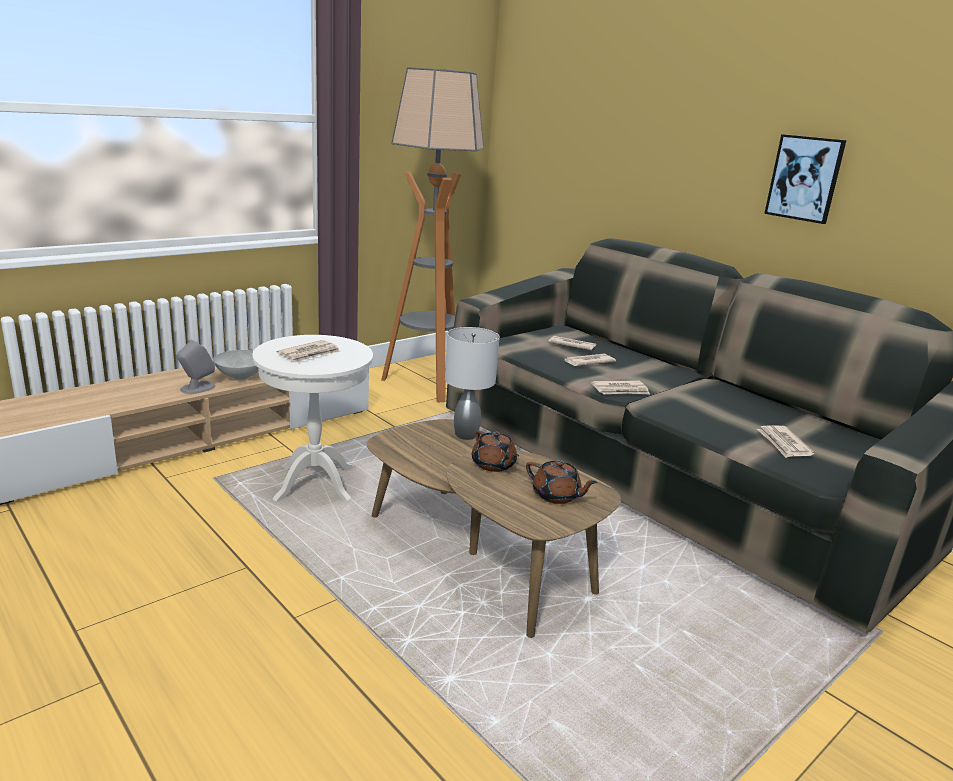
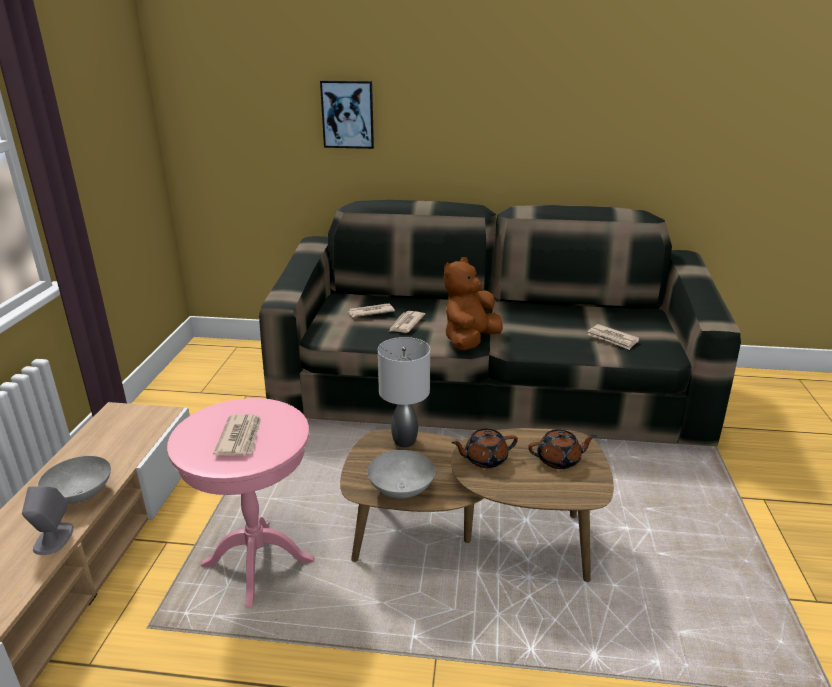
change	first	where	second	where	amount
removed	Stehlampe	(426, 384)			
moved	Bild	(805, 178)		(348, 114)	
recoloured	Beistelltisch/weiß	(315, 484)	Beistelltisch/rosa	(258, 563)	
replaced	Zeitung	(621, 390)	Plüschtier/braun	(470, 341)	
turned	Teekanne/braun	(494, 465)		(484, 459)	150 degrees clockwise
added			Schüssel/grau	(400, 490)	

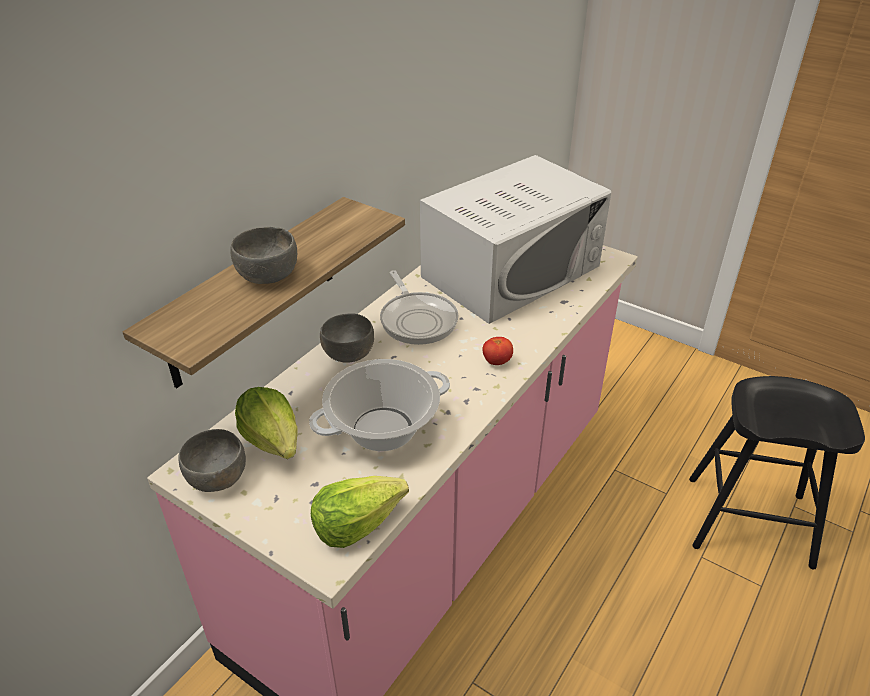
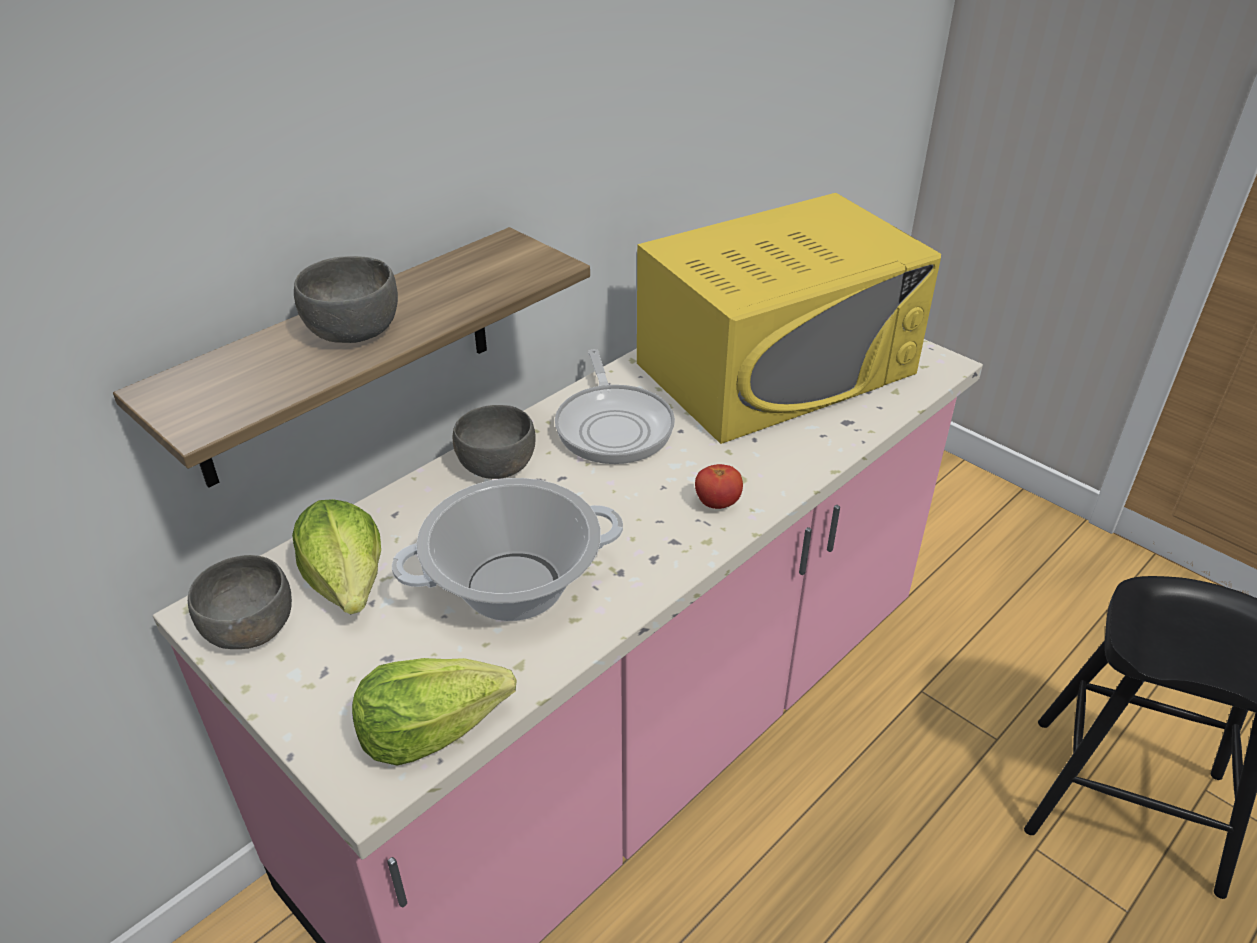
change	first	where	second	where	amount
recoloured	Mikrowelle/weiß	(511, 271)	Mikrowelle/gelb	(776, 368)	

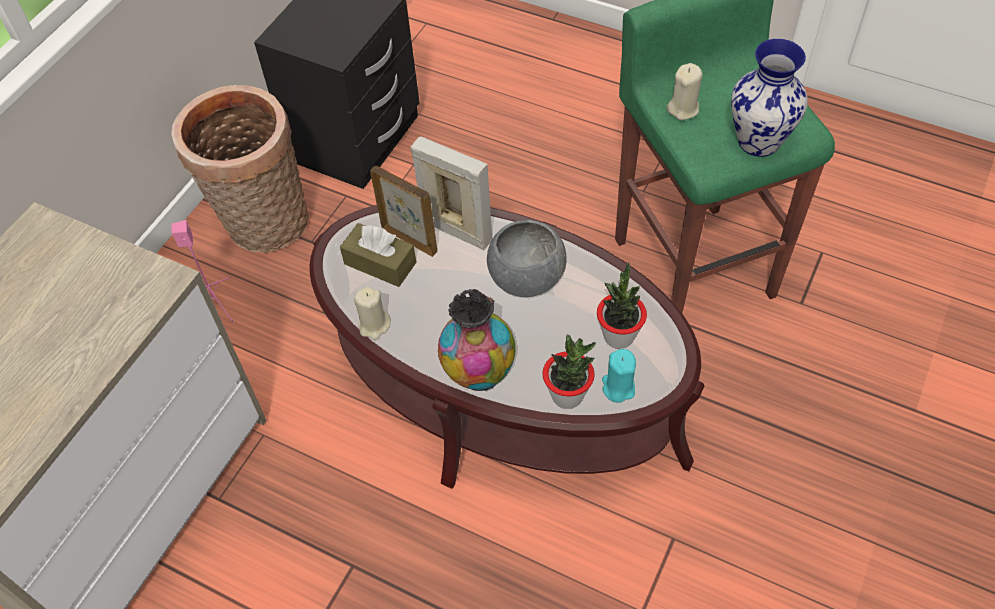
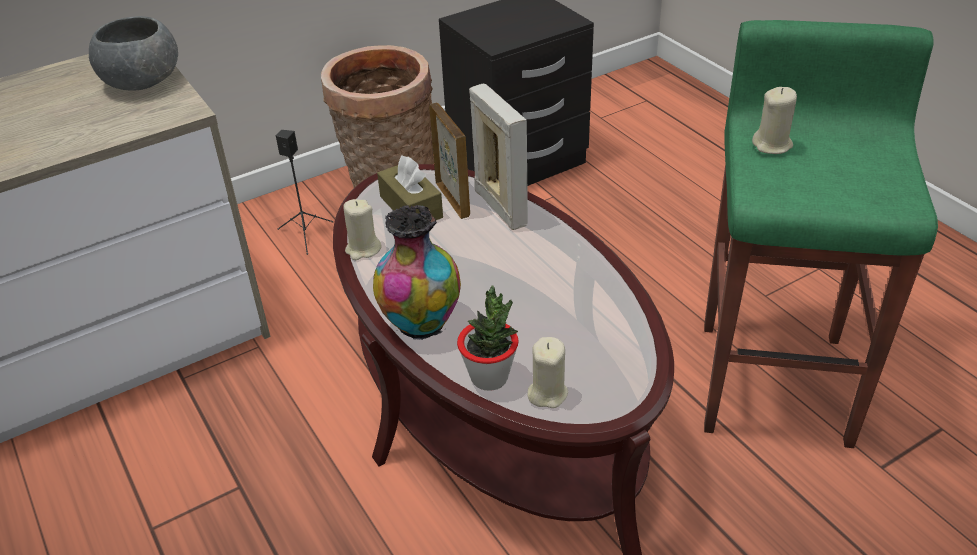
change	first	where	second	where	amount
removed	Vase	(759, 141)			
recoloured	Lautsprecher/rosa	(215, 302)	Lautsprecher/schwarz	(306, 234)	
moved	Schüssel/grau	(526, 276)		(142, 82)	
removed	Topfpflanze	(619, 336)			
recoloured	Kerze/türkis	(618, 387)	Kerze/beige	(547, 393)	

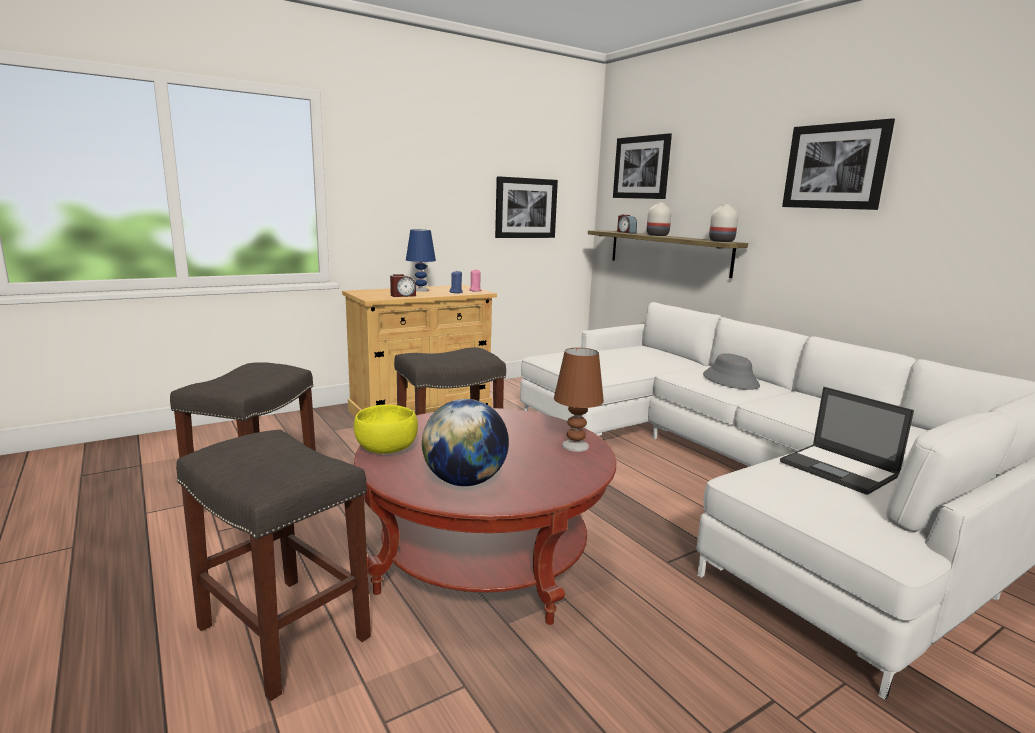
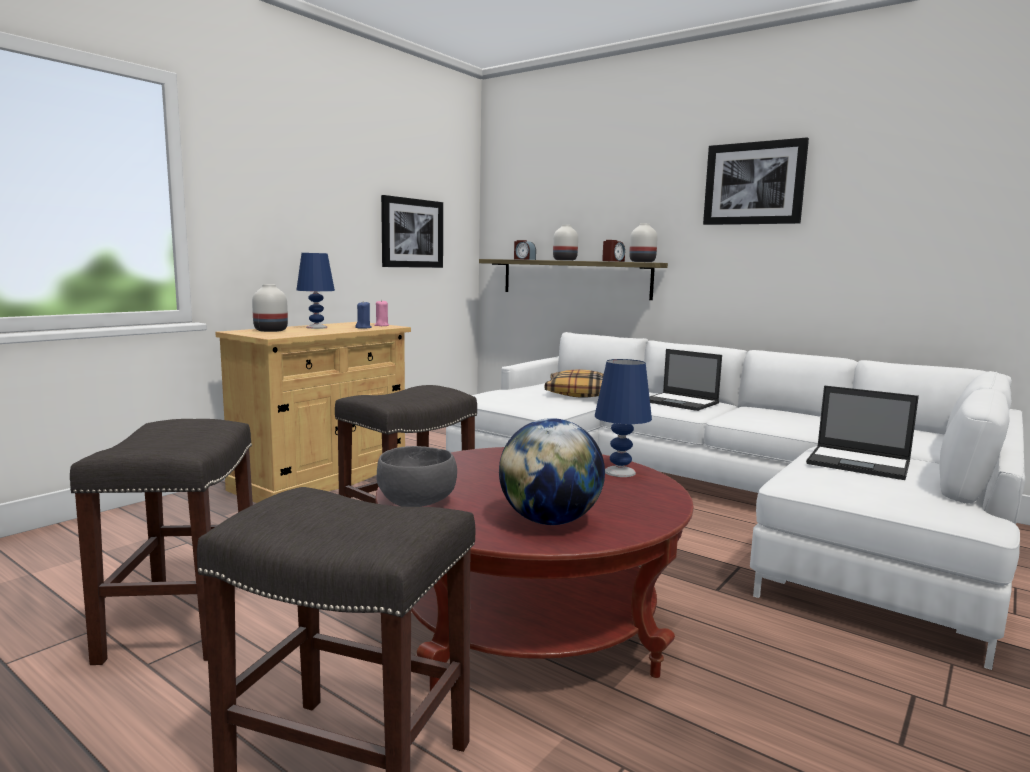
change	first	where	second	where	amount
removed	Bild	(642, 167)			
moved	Wecker	(403, 295)		(613, 261)	
recoloured	Tischlampe/braun	(575, 446)	Tischlampe/blau	(620, 472)	
replaced	Hut/grau	(730, 380)	Laptop	(681, 402)	
recoloured	Schüssel/gelb	(387, 449)	Schüssel/grau	(418, 502)	
added			Vase/weiß	(270, 330)	
added			Kissen	(580, 393)	

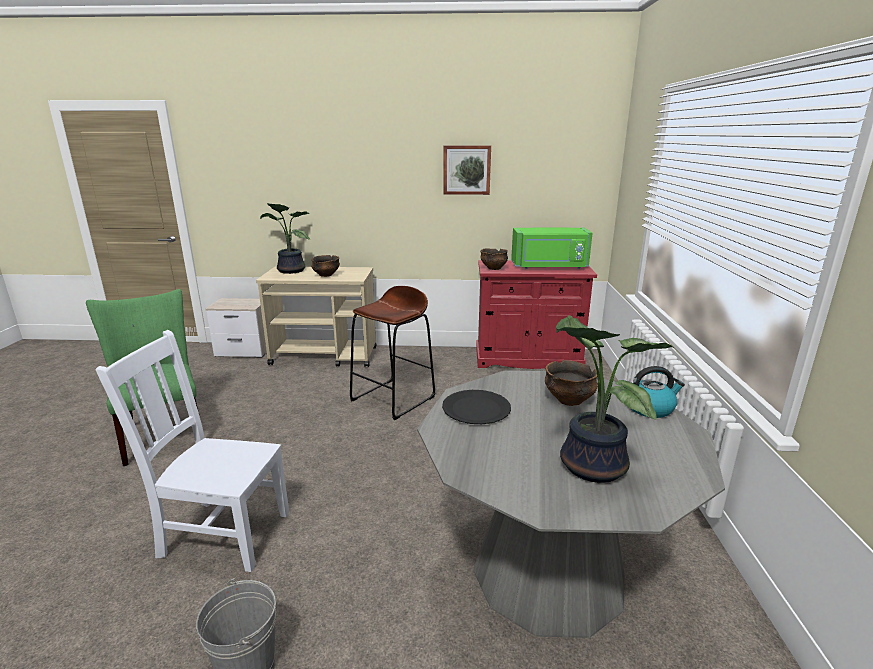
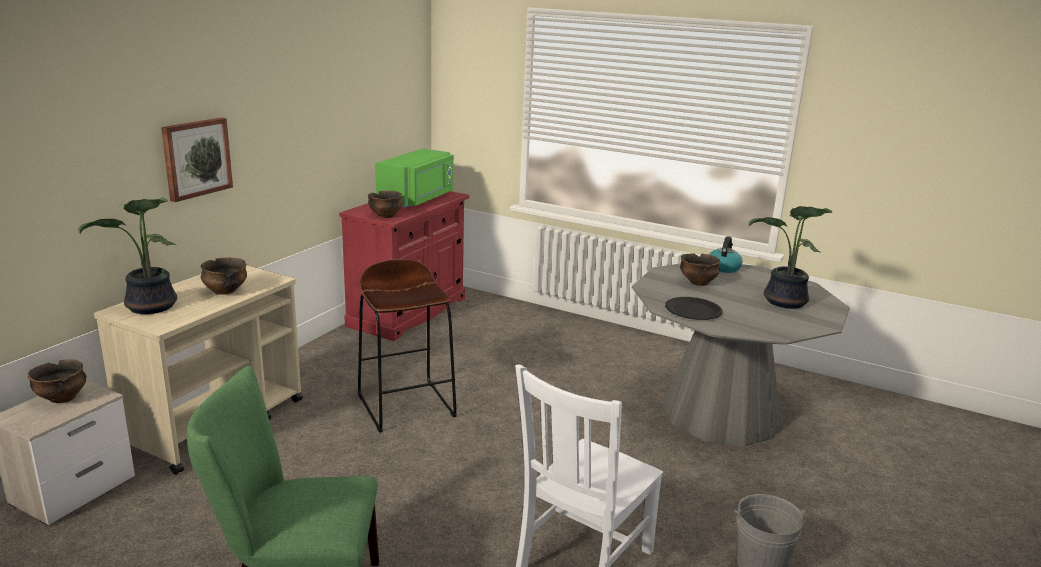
change	first	where	second	where	amount
moved	Bild	(466, 170)		(196, 158)	
added			Schüssel	(62, 398)	

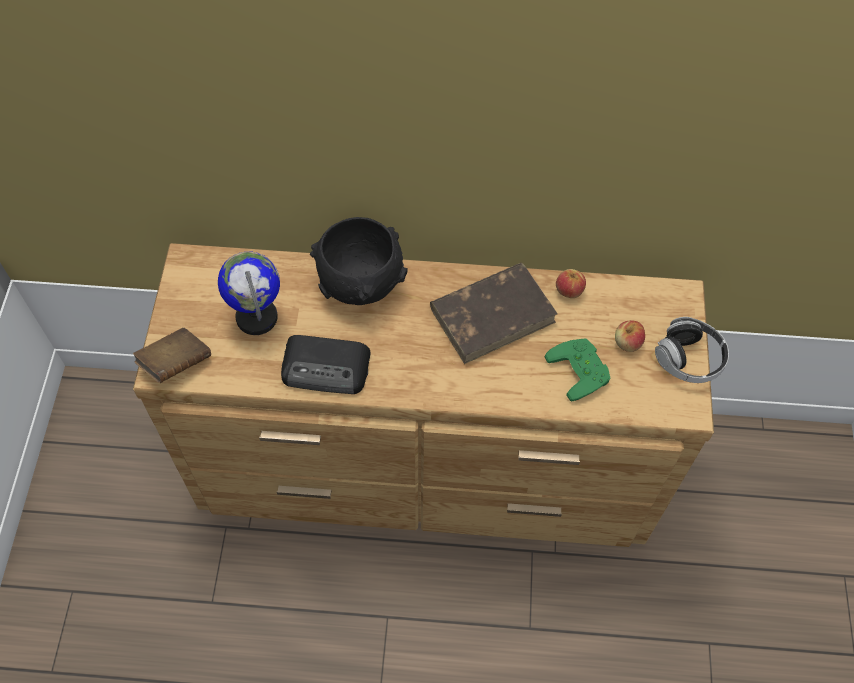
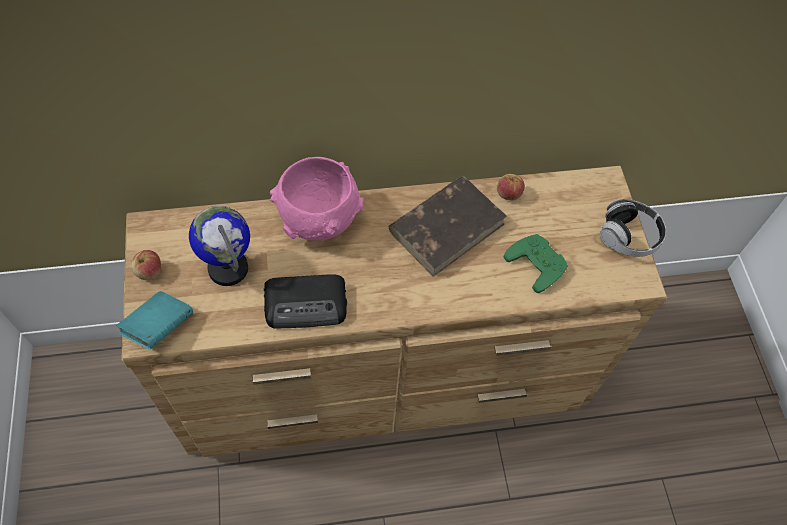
change	first	where	second	where	amount
recoloured	Schüssel/schwarz	(362, 284)	Schüssel/rosa	(320, 220)	
moved	Apfel	(627, 343)		(149, 271)	
recoloured	Buch/braun	(175, 363)	Buch/türkis	(159, 327)	

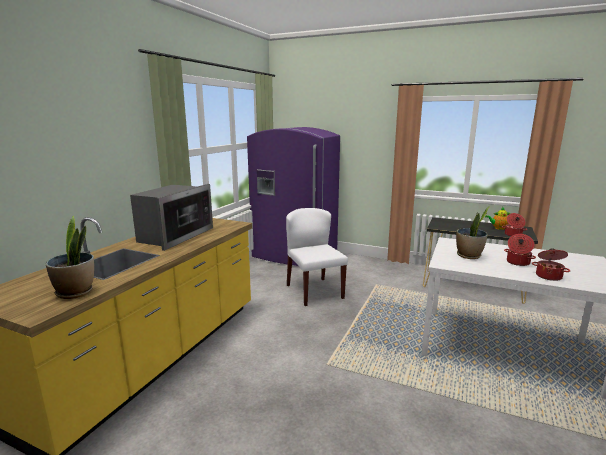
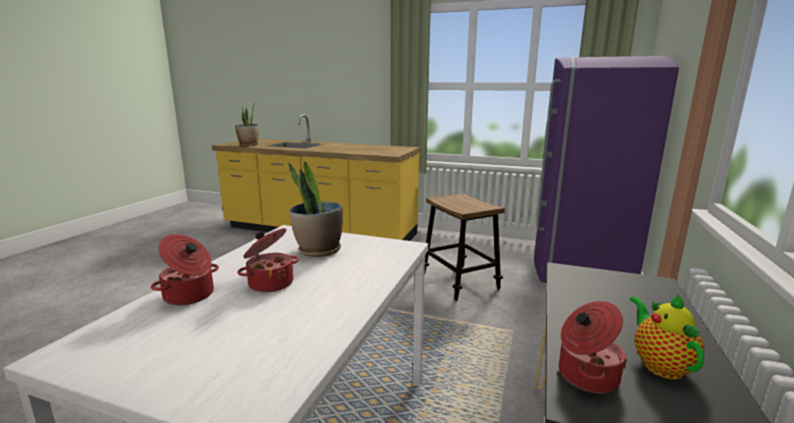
change	first	where	second	where	amount
removed	Mikrowelle	(174, 236)			
replaced	Stuhl/weiß	(314, 291)	Hocker	(459, 282)	

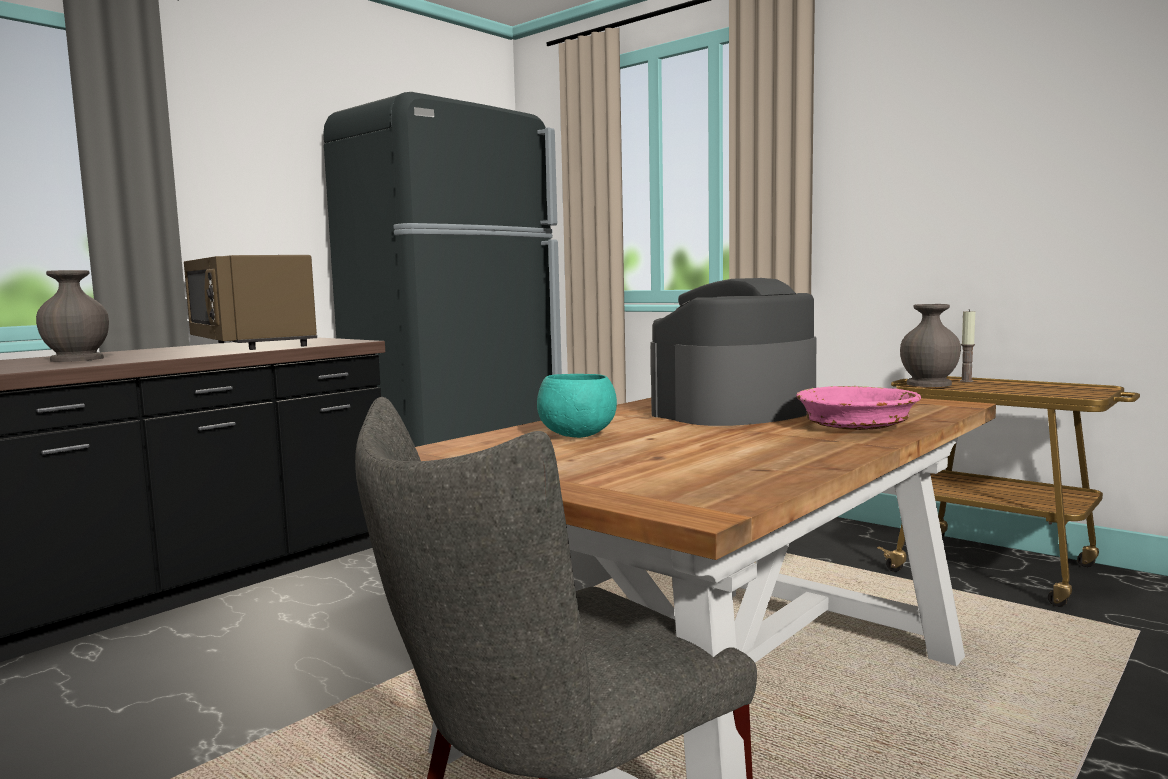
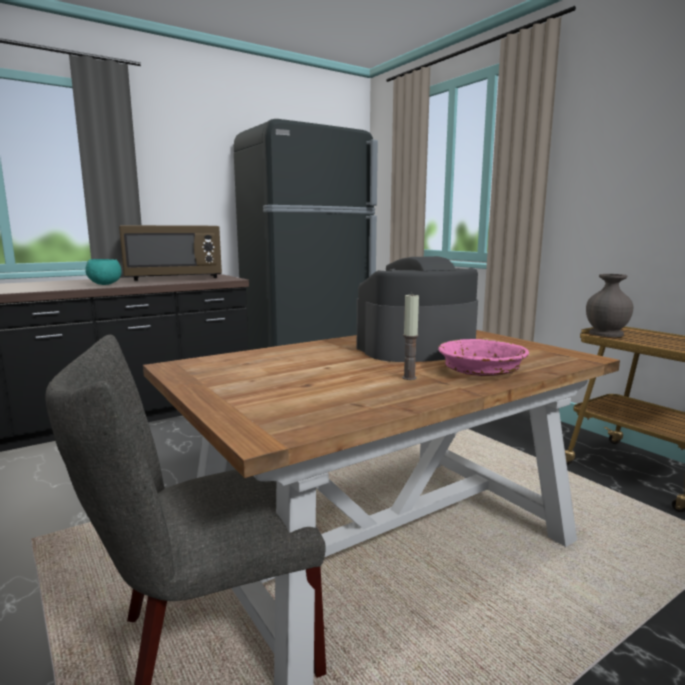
change	first	where	second	where	amount
turned	Mikrowelle/braun	(253, 344)		(174, 278)	90 degrees counterclockwise
removed	Vase/grau	(79, 359)			
moved	Kerze	(966, 381)		(409, 378)	
moved	Schüssel/türkis	(577, 436)		(104, 284)	

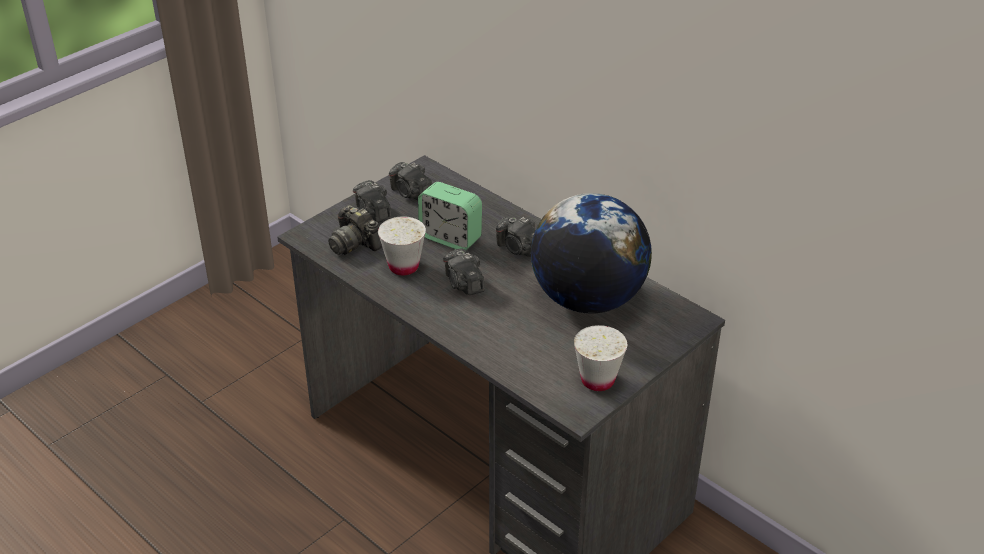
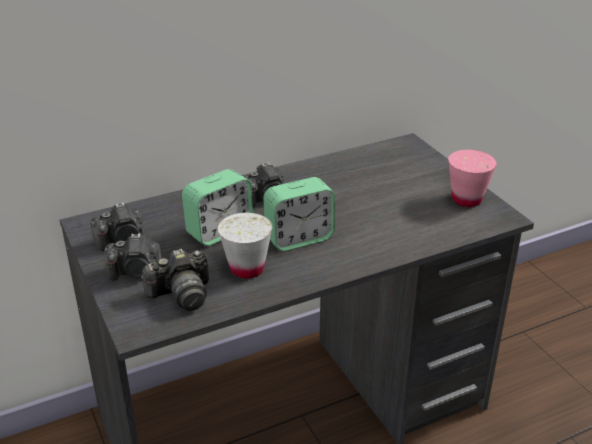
change	first	where	second	where	amount
removed	Globus	(587, 299)			
replaced	Kamera	(464, 284)	Wecker	(299, 238)	
recoloured	Tasse/weiß	(597, 380)	Tasse/rosa	(466, 199)	

